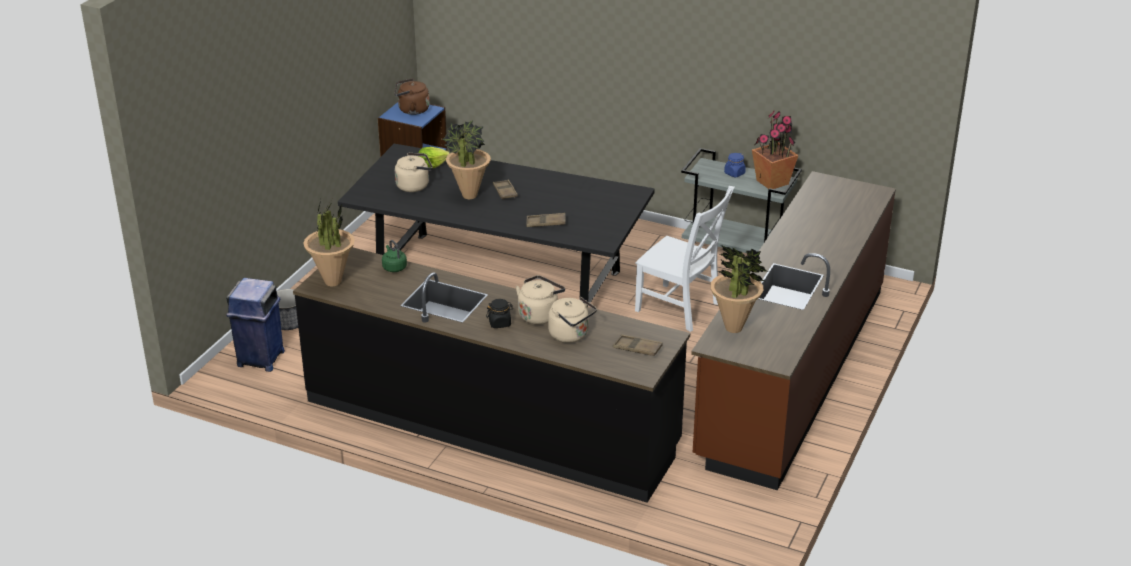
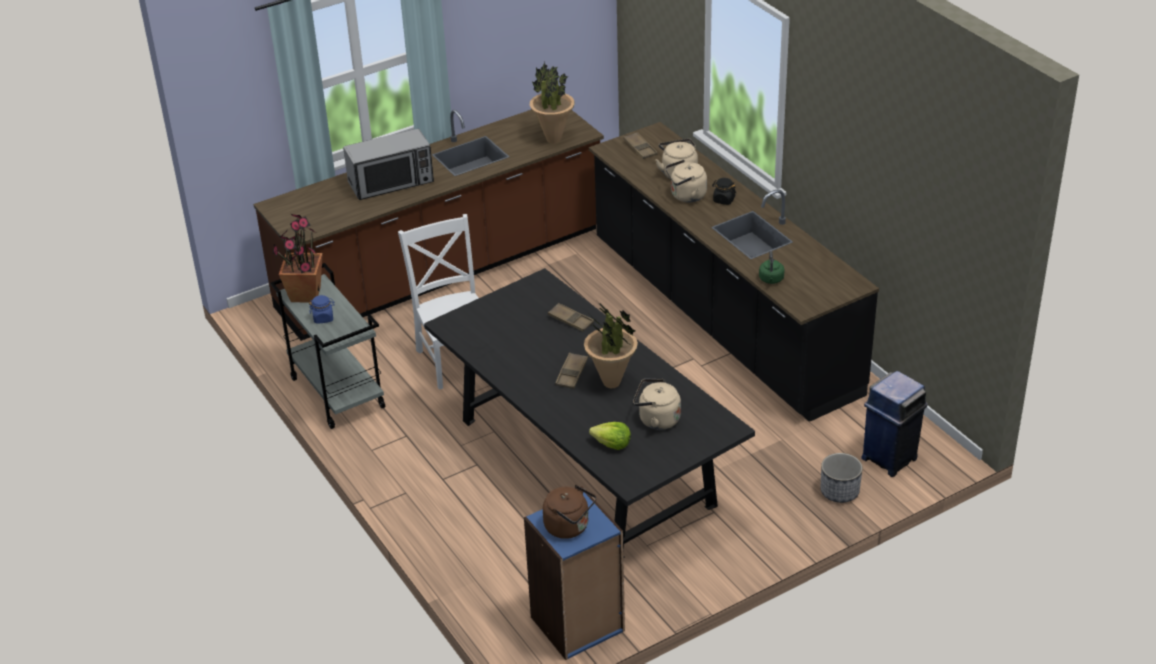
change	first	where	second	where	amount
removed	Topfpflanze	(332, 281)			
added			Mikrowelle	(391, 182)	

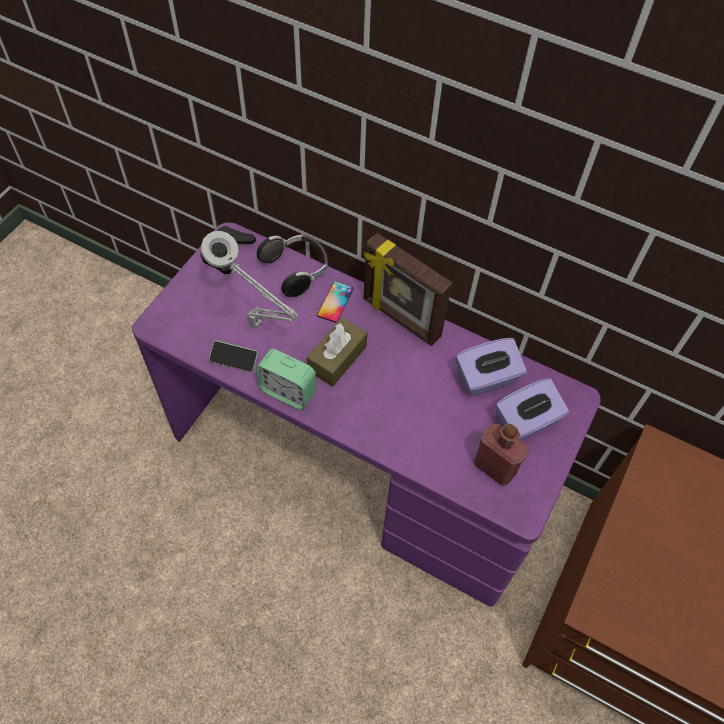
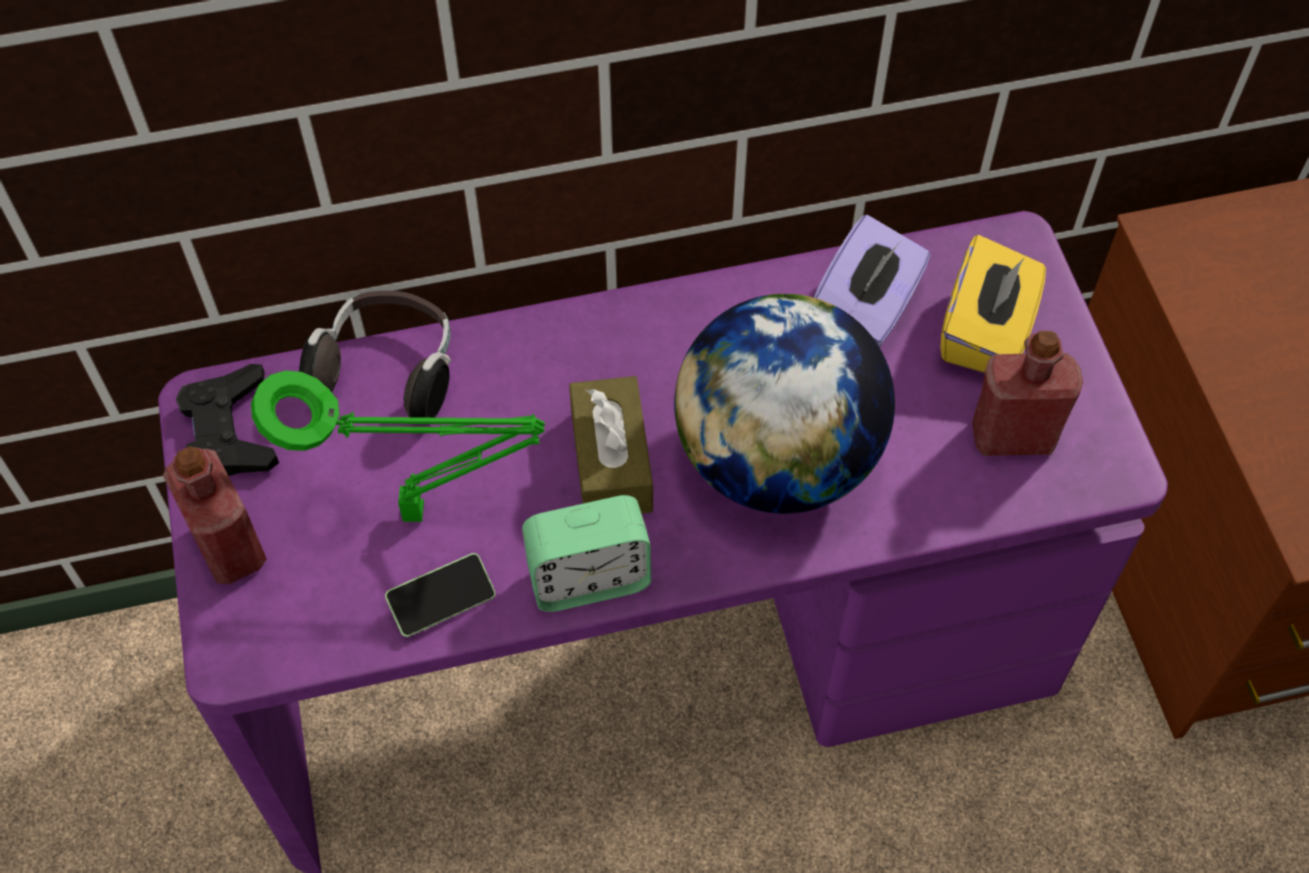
change	first	where	second	where	amount
recoloured	Tischlampe/grau	(258, 326)	Tischlampe/grün	(423, 513)	
removed	Bilderrahmen	(400, 319)			
removed	Handy	(335, 302)			
recoloured	Taschentuchbox/lila	(527, 421)	Taschentuchbox/gelb	(985, 332)	
added			Globus	(777, 459)	
added			Flasche/rot	(229, 547)	

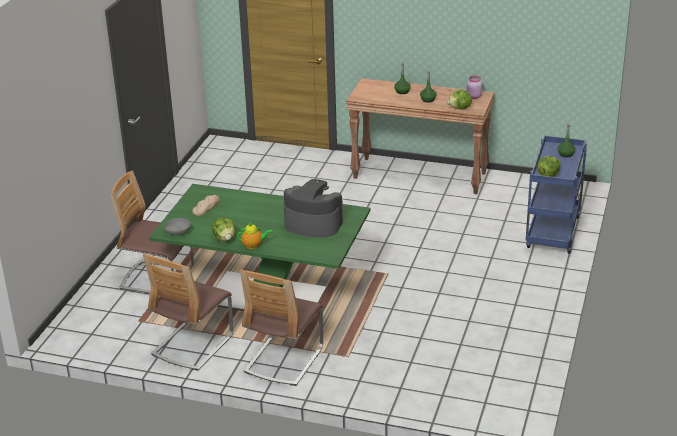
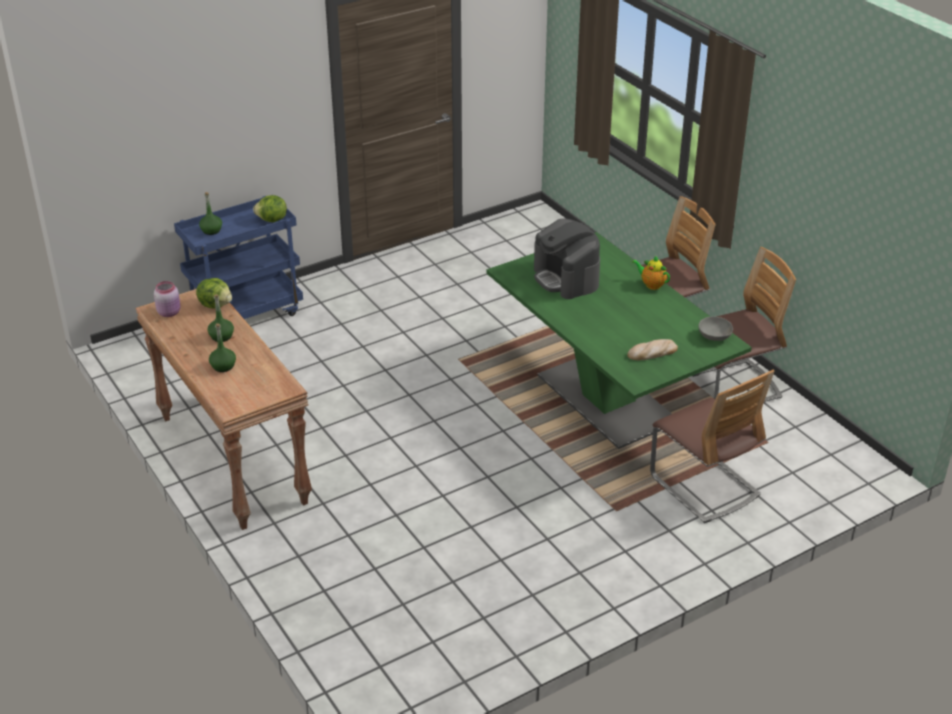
change	first	where	second	where	amount
removed	Salatkopf	(225, 239)			

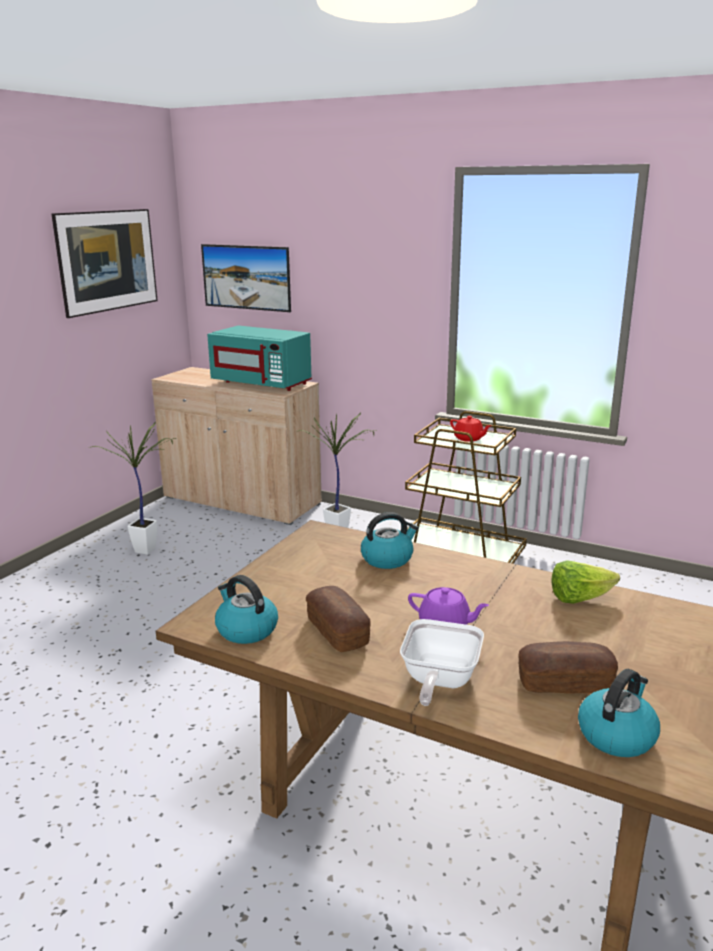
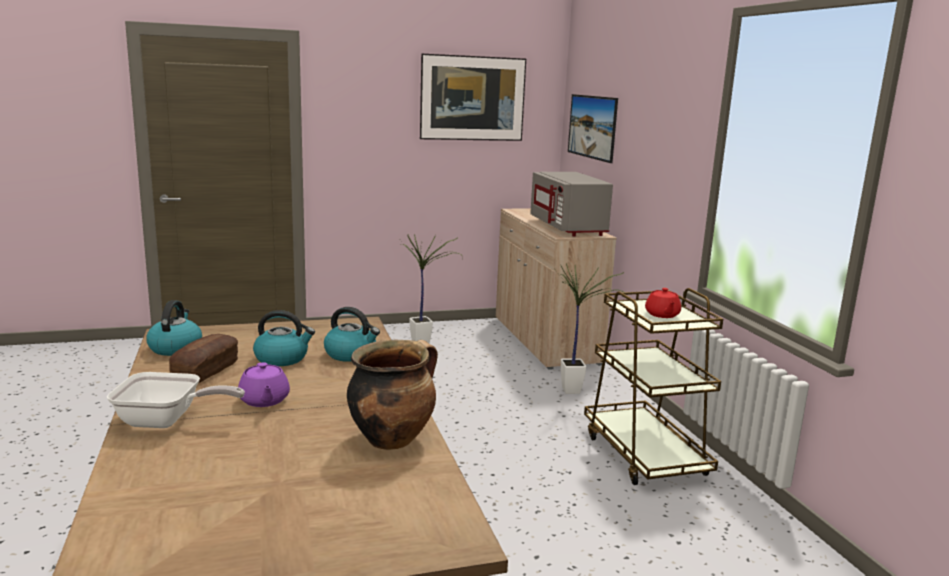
change	first	where	second	where	amount
recoloured	Mikrowelle/türkis	(262, 383)	Mikrowelle/grau	(568, 227)	
replaced	Salatkopf	(579, 598)	Kochtopf	(392, 438)	
turned	Pfanne	(438, 681)		(167, 421)	150 degrees counterclockwise
removed	Brot	(565, 683)			
moved	Wasserkessel	(616, 735)		(282, 358)	

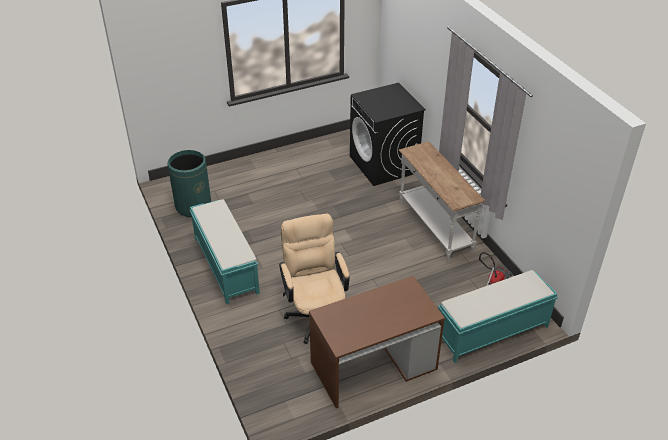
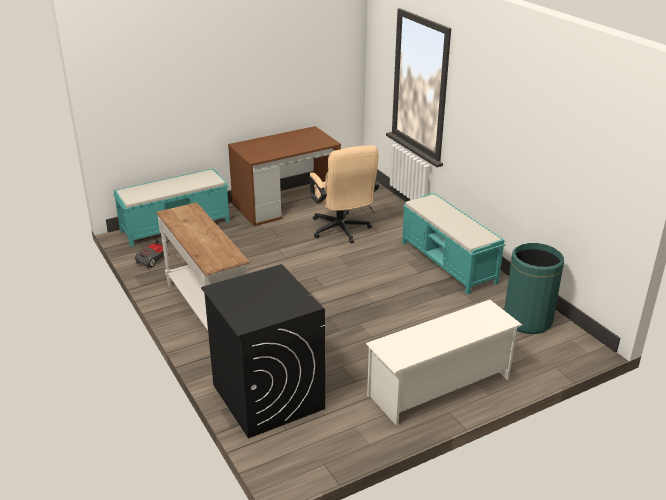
change	first	where	second	where	amount
added			Schuhregal/weiß	(440, 387)	

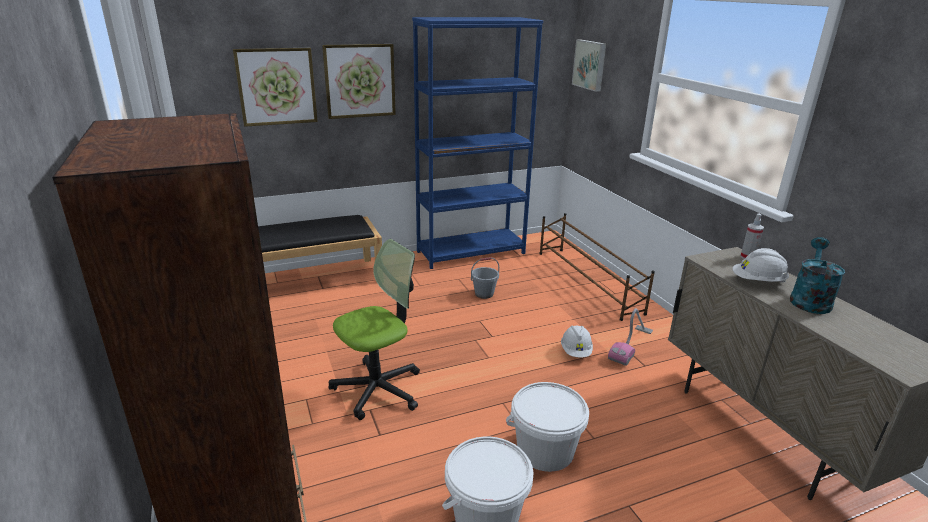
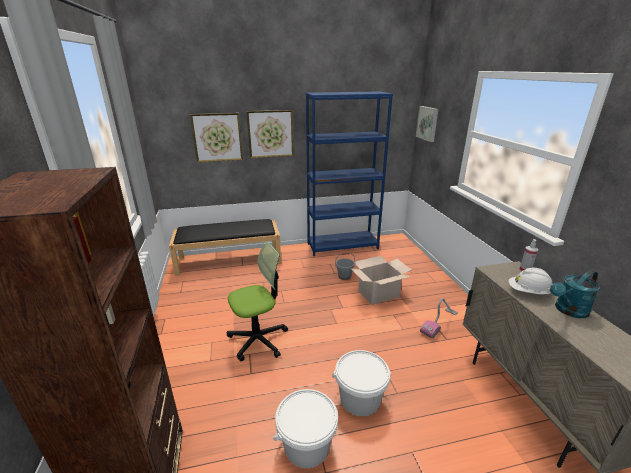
change	first	where	second	where	amount
removed	Schuhregal/braun	(587, 282)			
turned	Gießkanne/türkis	(809, 299)		(568, 311)	150 degrees counterclockwise
removed	Schutzhelm/weiß	(576, 351)			
added			Karton	(378, 294)	

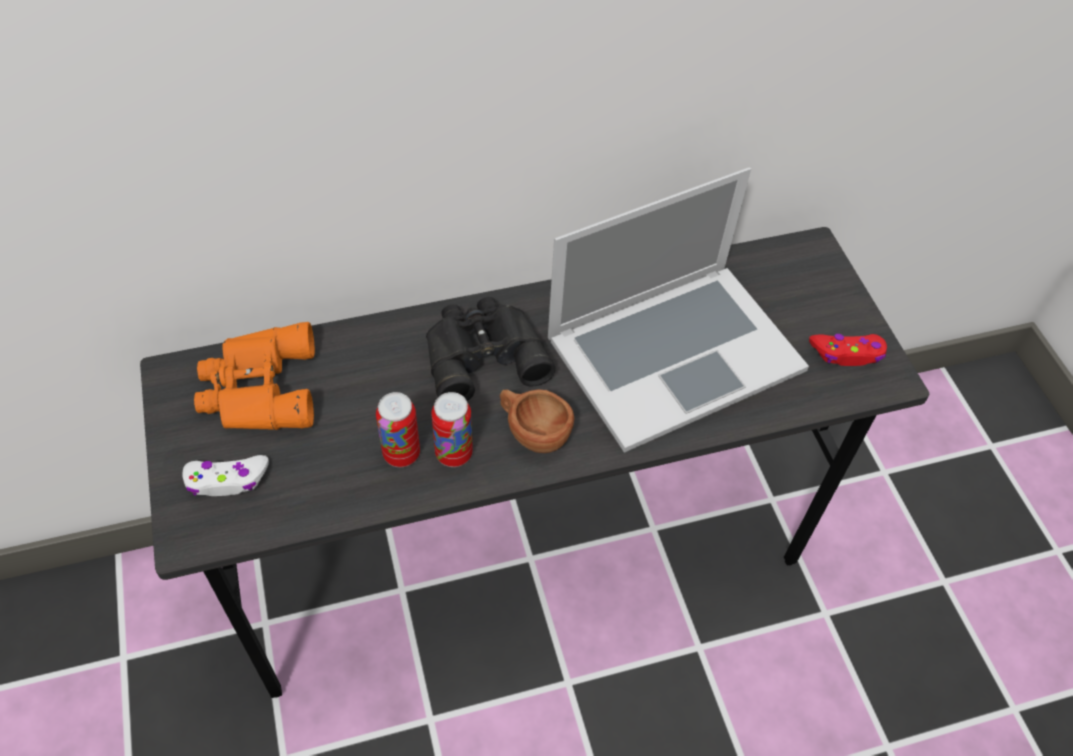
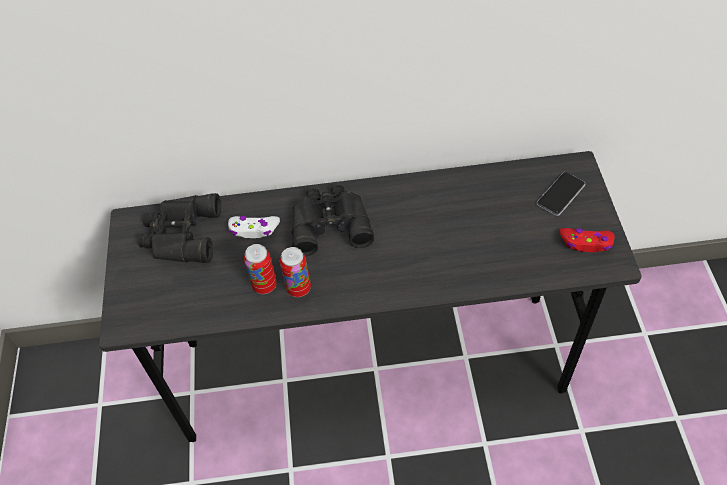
change	first	where	second	where	amount
removed	Laptop	(674, 352)			
recoloured	Fernglas/orange	(257, 389)	Fernglas/schwarz	(180, 235)	
removed	Tasse/braun	(532, 432)			
moved	Gamepad/weiß	(227, 480)		(254, 229)	
added			Handy	(560, 194)	

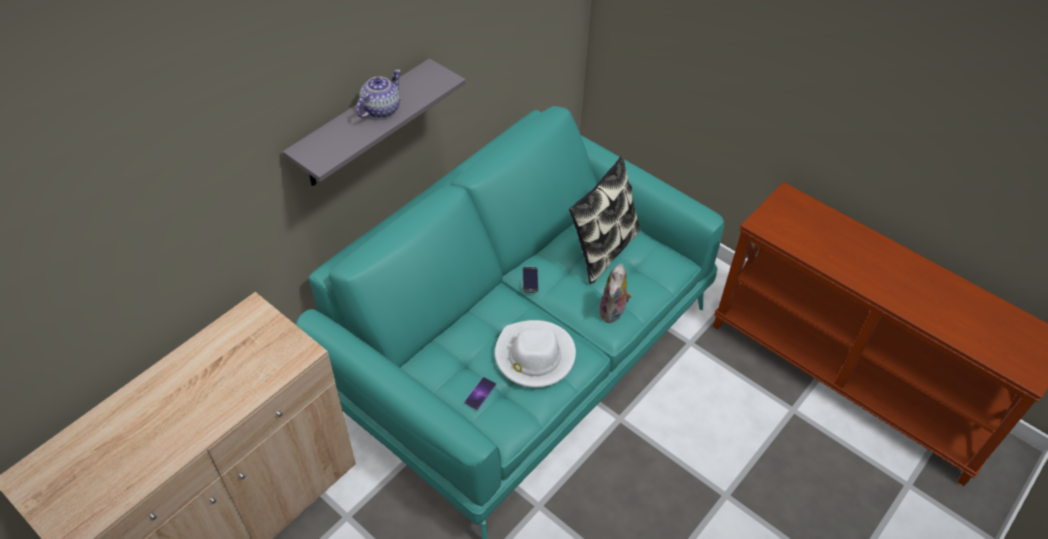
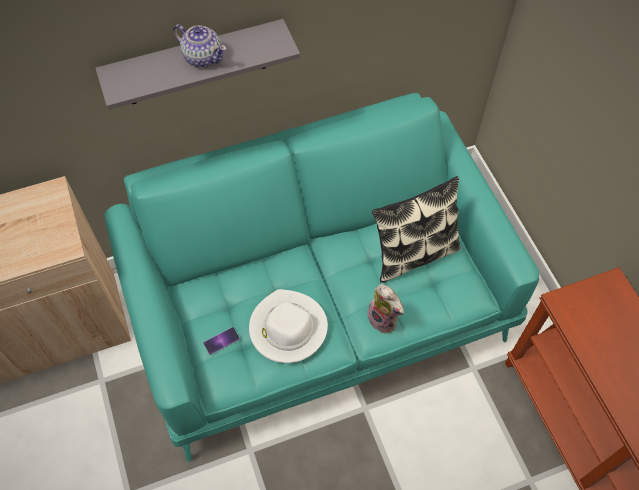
change	first	where	second	where	amount
turned	Teekanne	(380, 109)		(202, 57)	60 degrees clockwise
turned	Plüschtier	(613, 313)		(384, 319)	90 degrees counterclockwise
removed	Handy	(530, 280)			

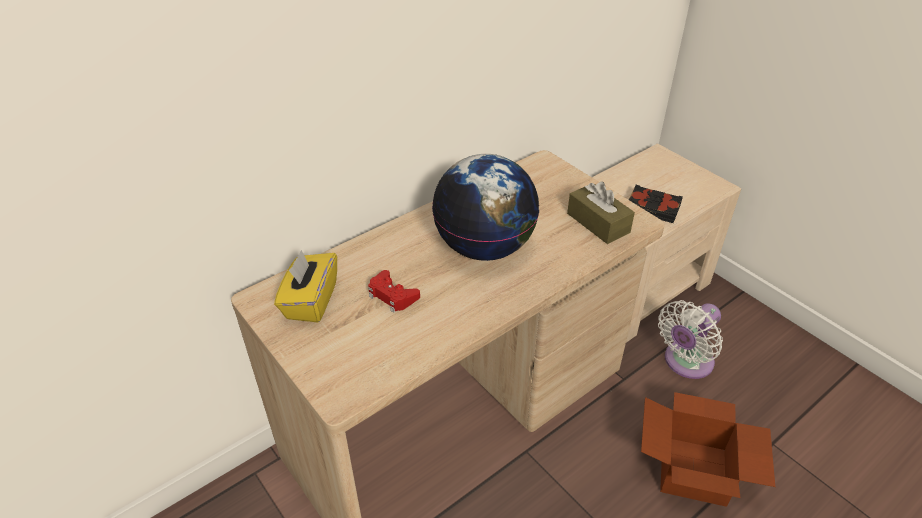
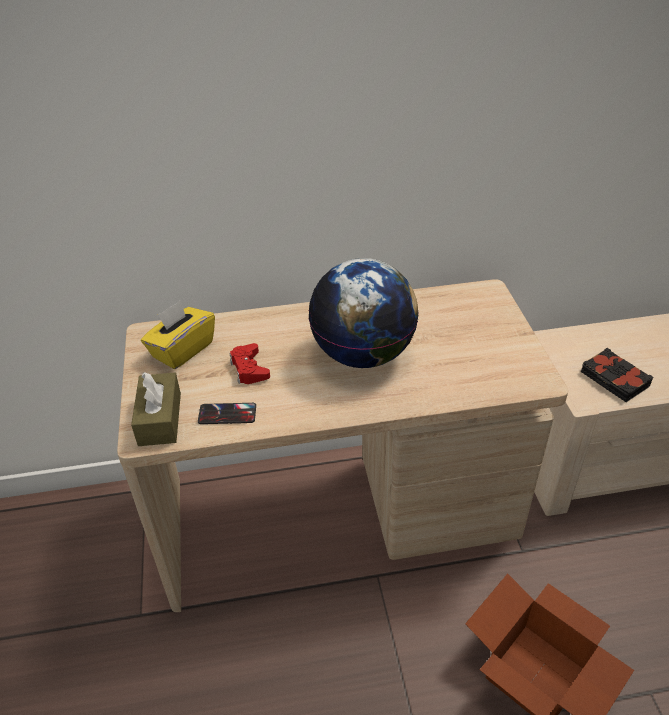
change	first	where	second	where	amount
moved	Taschentuchbox/braun	(598, 223)		(160, 419)	
removed	Ventilator/weiß	(685, 363)			
added			Handy	(227, 414)	

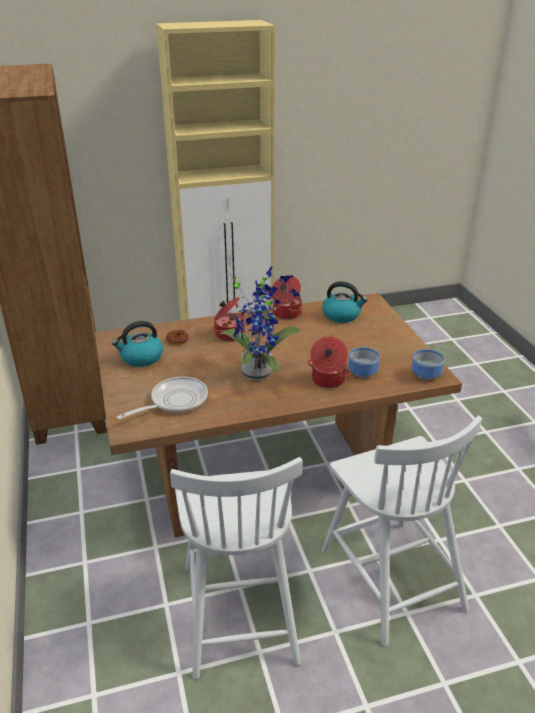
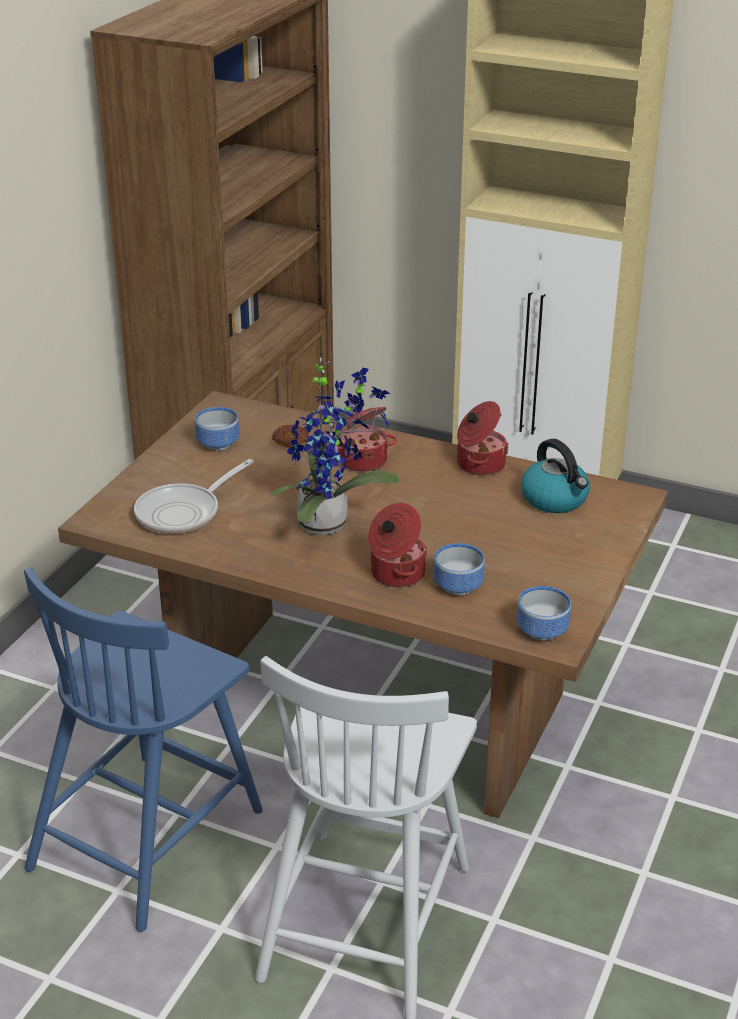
change	first	where	second	where	amount
replaced	Wasserkessel	(141, 358)	Schüssel	(219, 445)	
turned	Pfanne	(174, 401)		(184, 512)	135 degrees clockwise
recoloured	Stuhl/weiß	(239, 609)	Stuhl/blau	(148, 835)	

